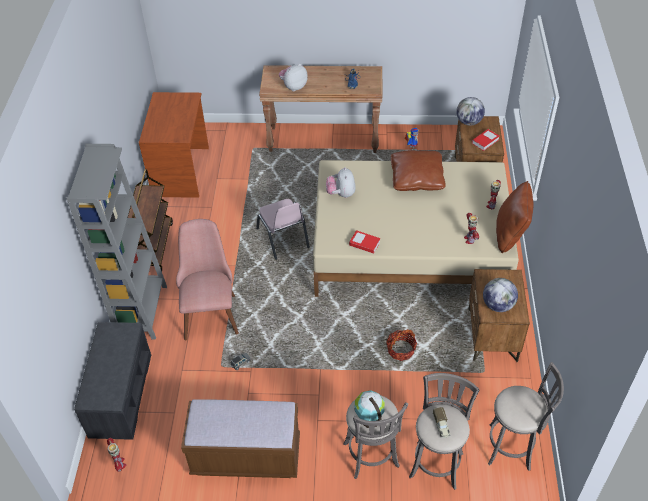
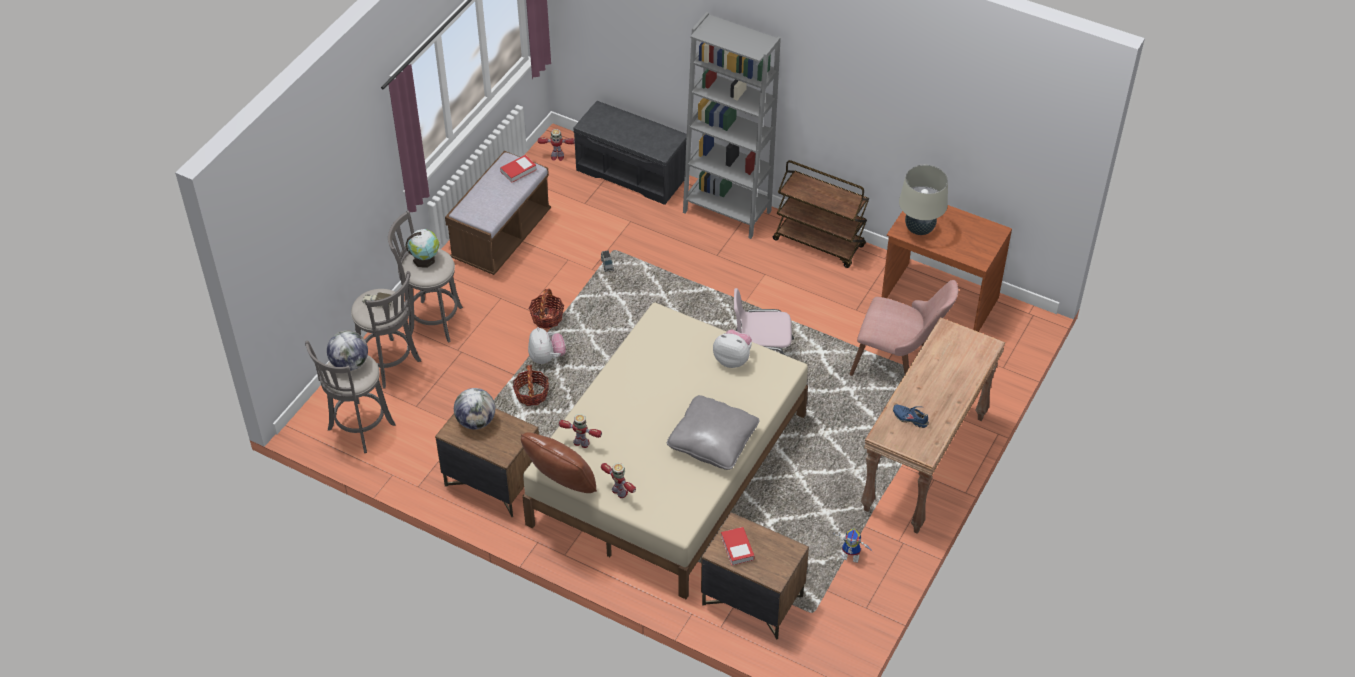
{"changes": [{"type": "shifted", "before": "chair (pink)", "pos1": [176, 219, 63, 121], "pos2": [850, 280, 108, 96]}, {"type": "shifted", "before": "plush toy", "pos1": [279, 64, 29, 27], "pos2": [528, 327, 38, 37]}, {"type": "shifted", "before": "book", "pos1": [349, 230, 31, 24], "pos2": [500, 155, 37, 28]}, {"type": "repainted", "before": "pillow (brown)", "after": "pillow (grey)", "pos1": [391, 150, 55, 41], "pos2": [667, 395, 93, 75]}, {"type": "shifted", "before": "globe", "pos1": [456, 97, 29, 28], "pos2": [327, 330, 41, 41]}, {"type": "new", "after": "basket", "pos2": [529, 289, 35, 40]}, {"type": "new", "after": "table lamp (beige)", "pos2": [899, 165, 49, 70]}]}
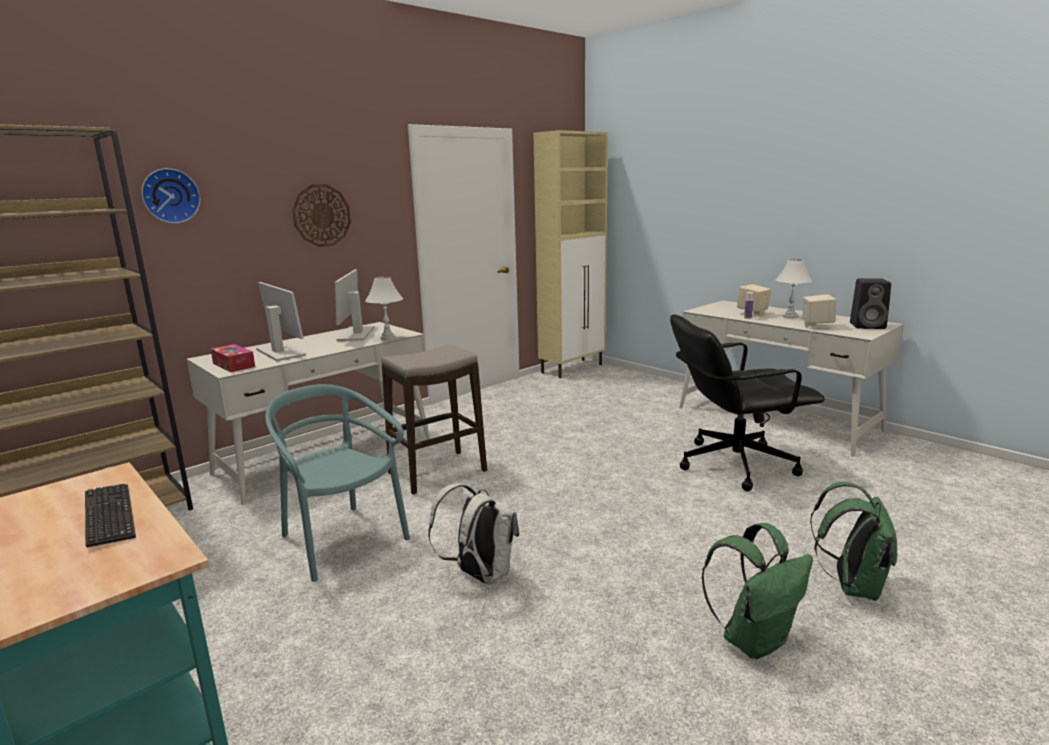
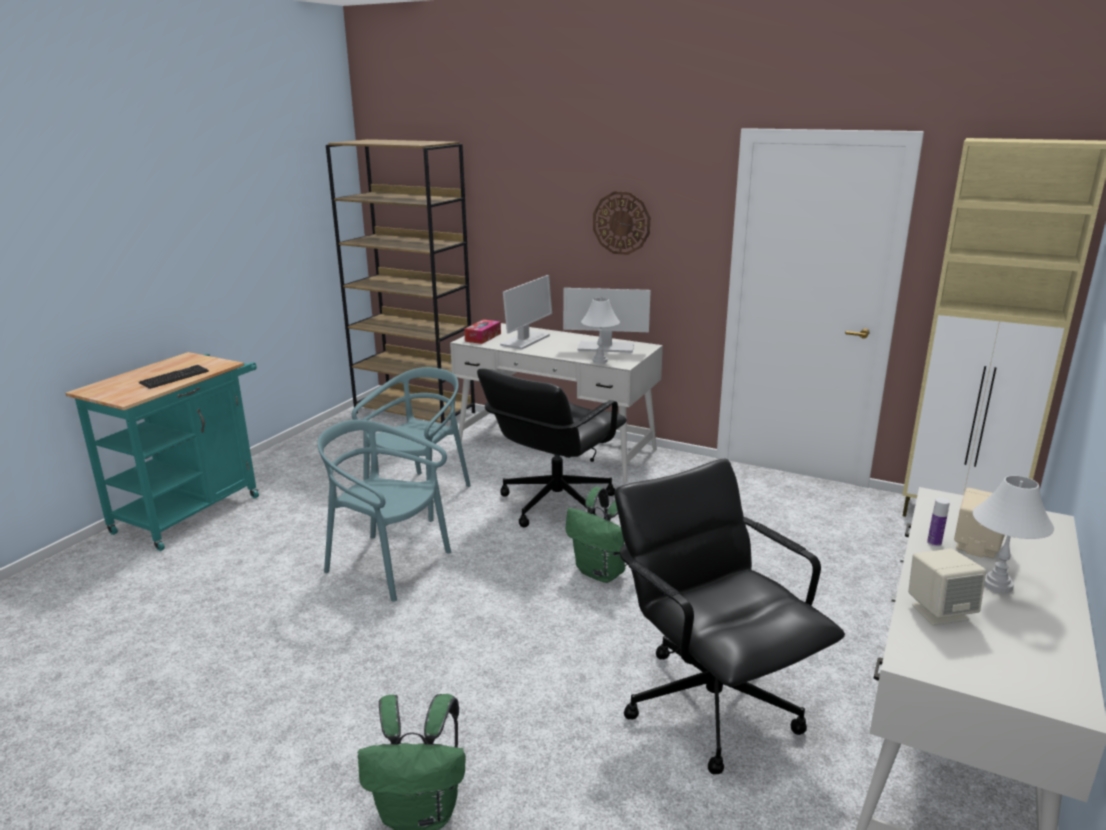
{"changes": [{"type": "gone", "before": "wall clock", "pos1": [141, 168, 59, 56]}, {"type": "rotated", "before": "monitor", "pos1": [335, 269, 39, 72], "pos2": [563, 288, 88, 65], "turn": -150}, {"type": "swapped", "before": "stool", "after": "office chair (black)", "pos1": [382, 345, 105, 149], "pos2": [477, 369, 150, 159]}, {"type": "swapped", "before": "backpack (white)", "after": "chair (turquoise)", "pos1": [428, 484, 91, 101], "pos2": [317, 420, 134, 182]}, {"type": "shifted", "before": "backpack (green)", "pos1": [702, 523, 111, 136], "pos2": [566, 487, 61, 96]}, {"type": "gone", "before": "speaker (black)", "pos1": [850, 278, 41, 51]}]}
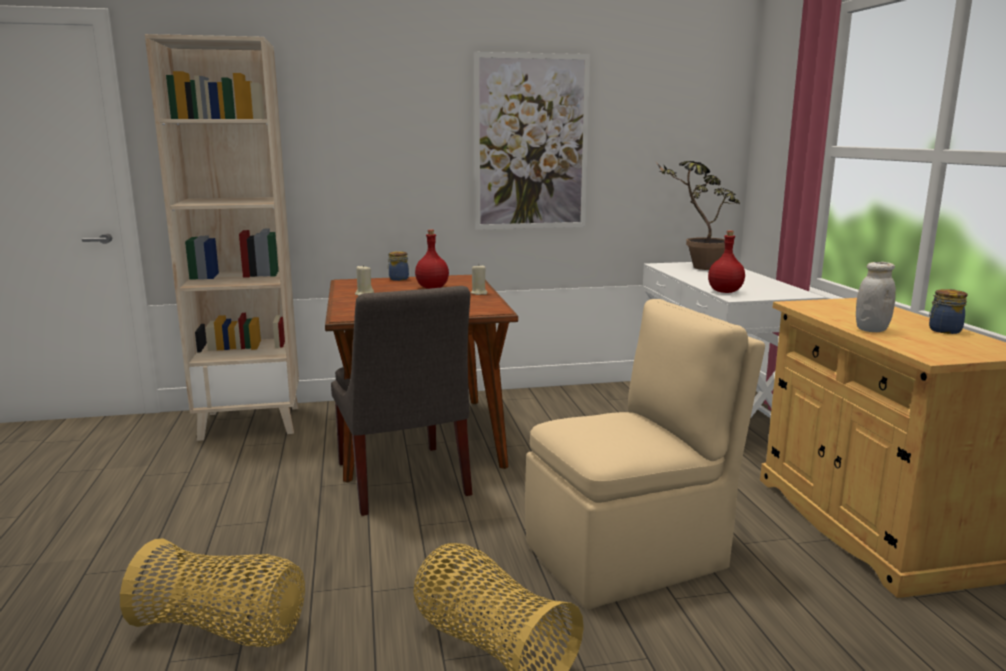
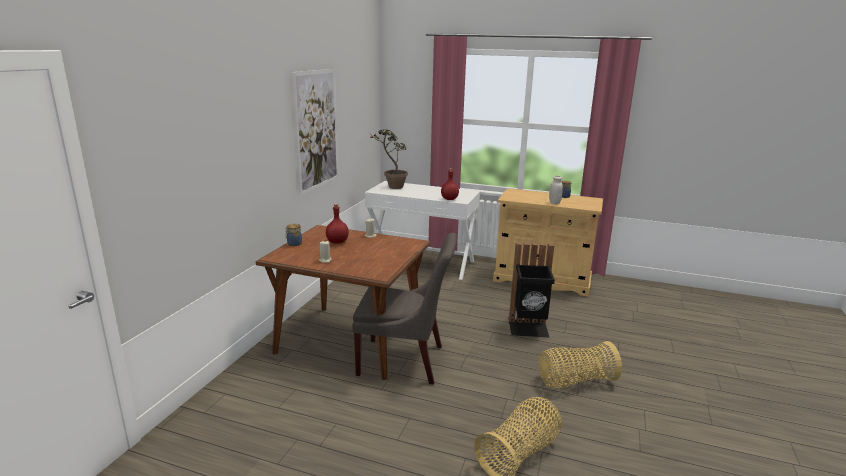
{"changes": [{"type": "gone", "before": "bookcase (beige)", "pos1": [145, 34, 154, 407]}, {"type": "swapped", "before": "chair (beige)", "after": "trash can (black)", "pos1": [525, 299, 240, 310], "pos2": [509, 243, 46, 94]}]}
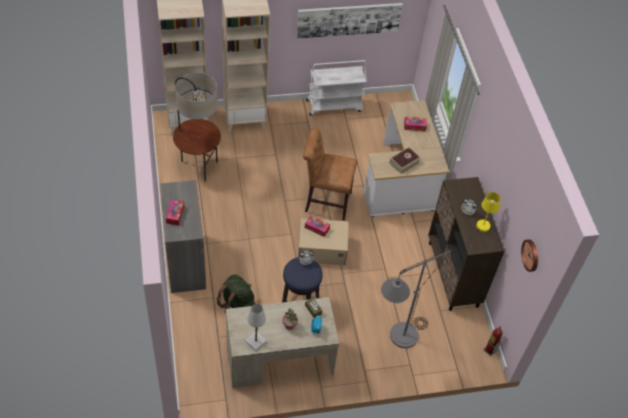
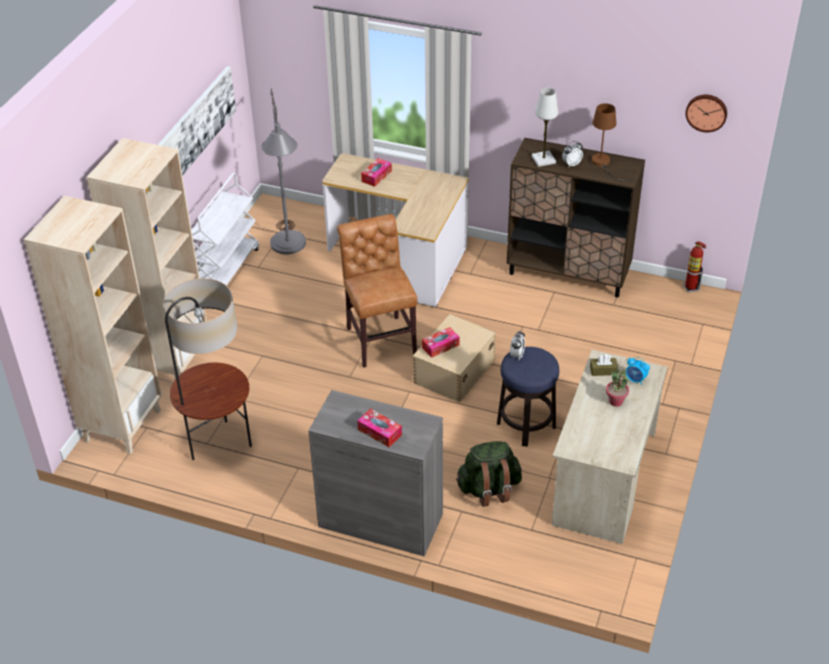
{"changes": [{"type": "shifted", "before": "table lamp (white)", "pos1": [245, 304, 22, 47], "pos2": [532, 88, 26, 79]}, {"type": "rotated", "before": "chair (brown)", "pos1": [303, 128, 54, 93], "pos2": [337, 214, 80, 154], "turn": 120}, {"type": "shifted", "before": "floor lamp (grey)", "pos1": [381, 249, 71, 99], "pos2": [261, 89, 45, 165]}, {"type": "gone", "before": "book", "pos1": [390, 147, 31, 27]}, {"type": "repainted", "before": "table lamp (yellow)", "after": "table lamp (brown)", "pos1": [469, 192, 31, 59], "pos2": [592, 103, 41, 78]}]}
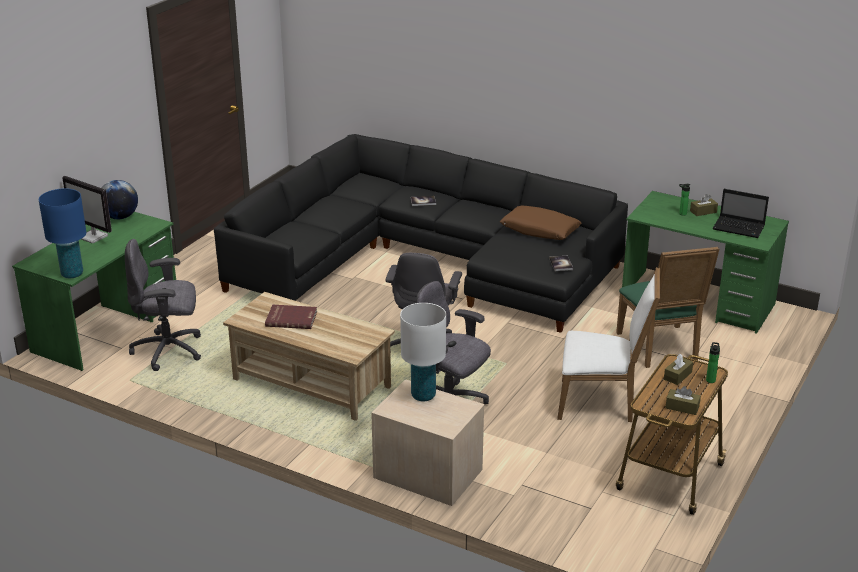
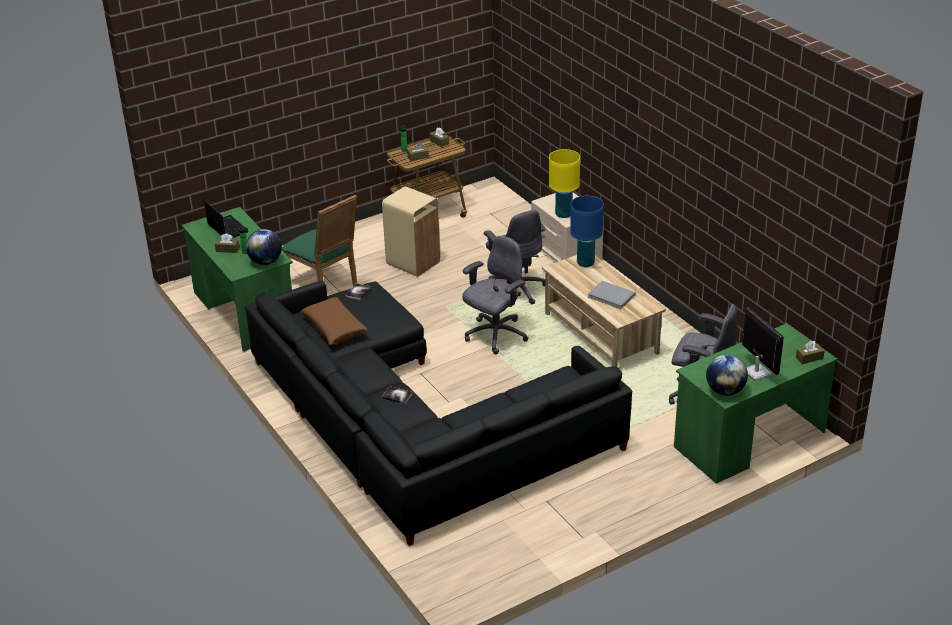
{"changes": [{"type": "shifted", "before": "table lamp (blue)", "pos1": [39, 188, 47, 90], "pos2": [570, 196, 34, 71]}, {"type": "repainted", "before": "book (red)", "after": "book (grey)", "pos1": [265, 305, 52, 24], "pos2": [588, 281, 48, 28]}, {"type": "repainted", "before": "table lamp (white)", "after": "table lamp (yellow)", "pos1": [400, 303, 46, 99], "pos2": [549, 149, 31, 69]}, {"type": "swapped", "before": "chair (white)", "after": "trash can (beige)", "pos1": [557, 267, 103, 155], "pos2": [382, 186, 59, 91]}, {"type": "rotated", "before": "chair (green)", "pos1": [616, 247, 104, 121], "pos2": [282, 195, 75, 91], "turn": 120}, {"type": "new", "after": "globe", "pos2": [246, 229, 36, 36]}, {"type": "new", "after": "tissue box (brown)", "pos2": [796, 341, 29, 23]}]}
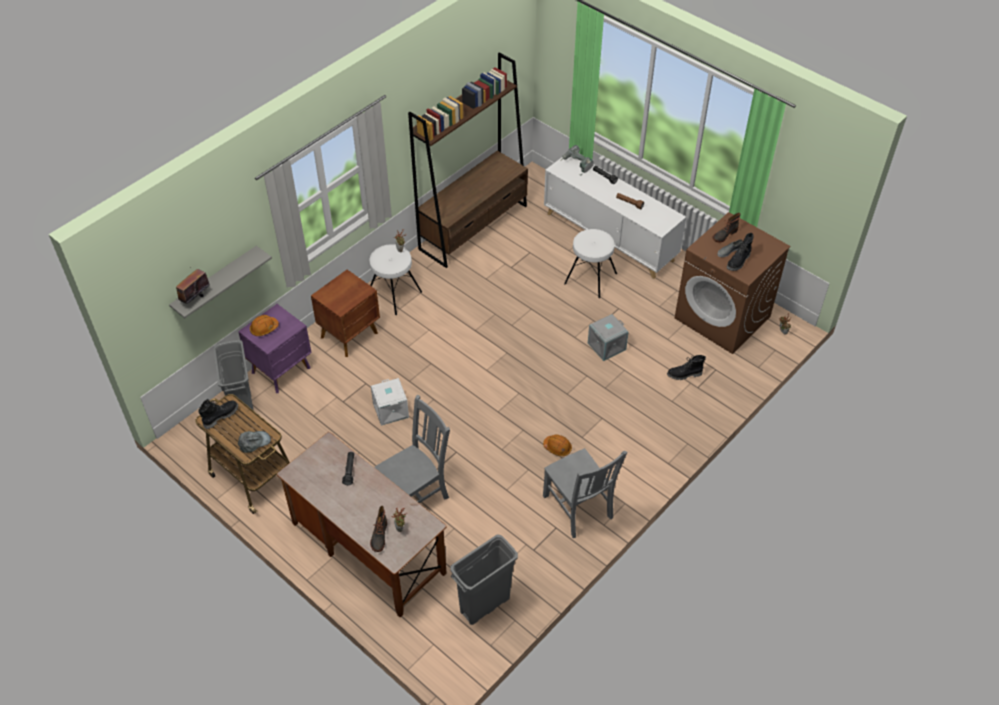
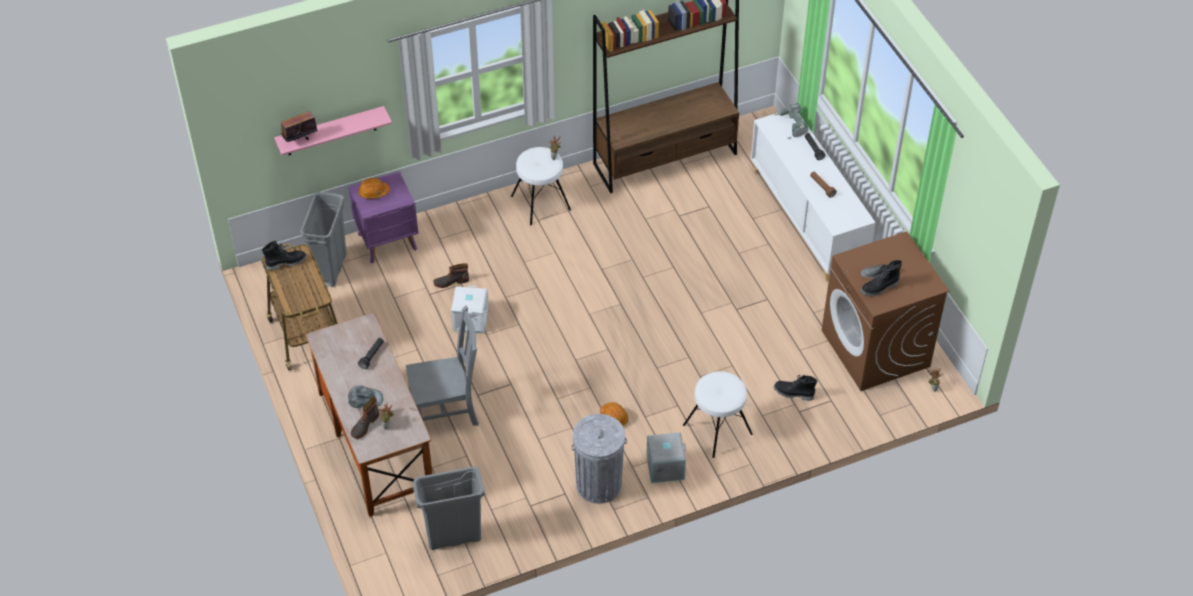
{"changes": [{"type": "repainted", "before": "shelf (grey)", "after": "shelf (pink)", "pos1": [169, 246, 103, 72], "pos2": [274, 106, 118, 49]}, {"type": "shifted", "before": "cap (grey)", "pos1": [238, 431, 33, 22], "pos2": [348, 385, 35, 23]}, {"type": "gone", "before": "nightstand (brown)", "pos1": [311, 270, 69, 87]}, {"type": "swapped", "before": "chair (grey)", "after": "trash can (grey)", "pos1": [543, 448, 85, 90], "pos2": [571, 414, 56, 90]}, {"type": "shifted", "before": "stool (white)", "pos1": [564, 229, 53, 69], "pos2": [683, 371, 70, 87]}, {"type": "shifted", "before": "storage box (grey)", "pos1": [588, 314, 41, 47], "pos2": [646, 432, 40, 51]}, {"type": "shifted", "before": "boot", "pos1": [713, 213, 28, 30], "pos2": [433, 263, 36, 25]}]}
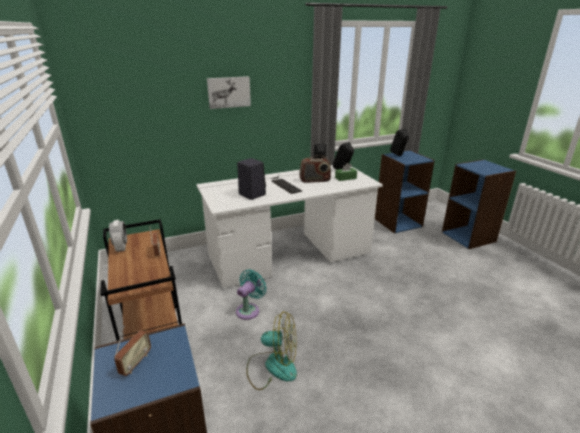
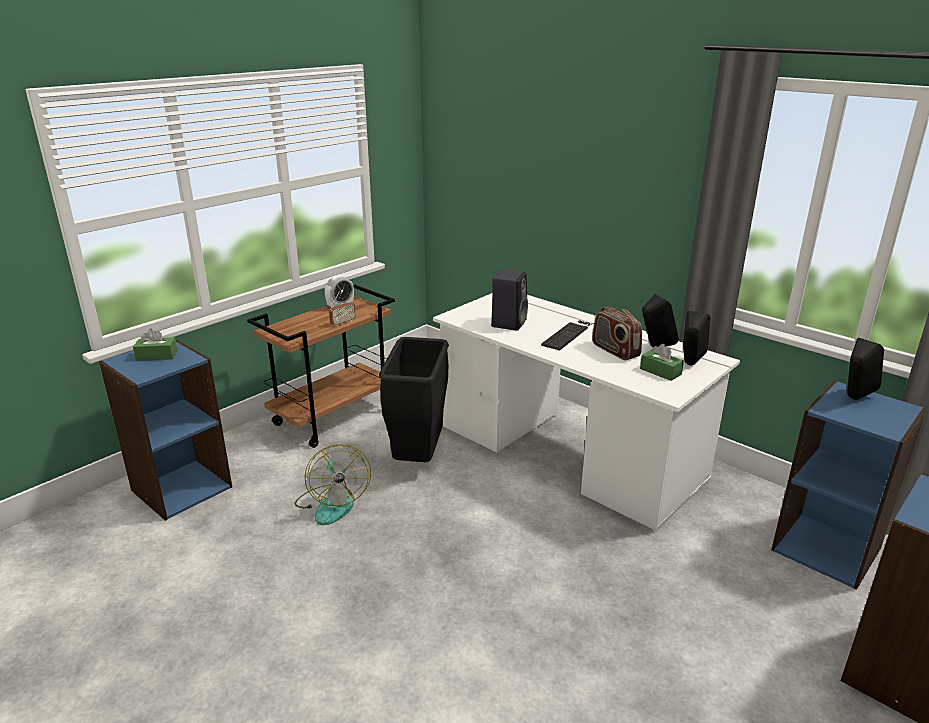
{"changes": [{"type": "swapped", "before": "radio", "after": "tissue box (green)", "pos1": [114, 325, 37, 51], "pos2": [133, 328, 45, 33]}, {"type": "gone", "before": "picture", "pos1": [207, 76, 44, 33]}, {"type": "swapped", "before": "fan (turquoise)", "after": "trash can (black)", "pos1": [236, 269, 31, 51], "pos2": [379, 337, 70, 125]}]}
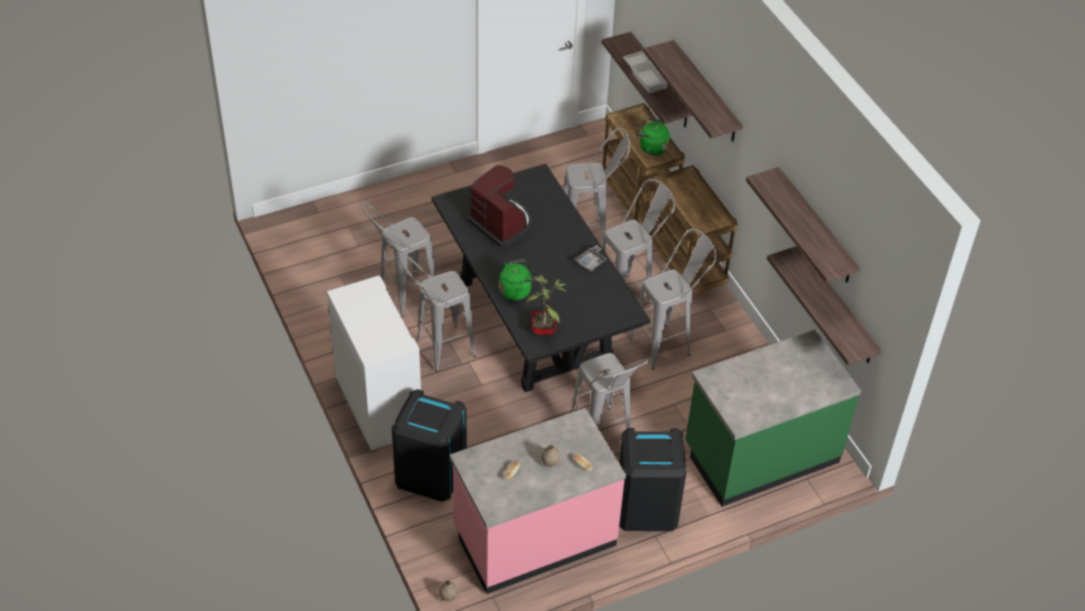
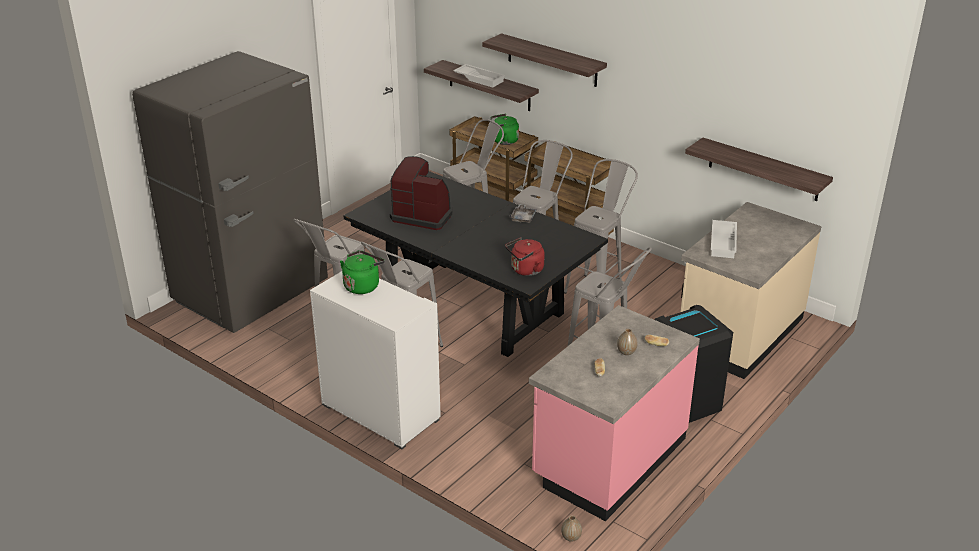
{"changes": [{"type": "gone", "before": "trash can (black)", "pos1": [392, 389, 75, 113]}, {"type": "shifted", "before": "kettle (green)", "pos1": [499, 259, 38, 42], "pos2": [340, 250, 45, 44]}, {"type": "swapped", "before": "potted plant", "after": "kettle (red)", "pos1": [526, 275, 40, 60], "pos2": [505, 237, 40, 39]}, {"type": "repainted", "before": "counter (green)", "after": "counter (beige)", "pos1": [685, 330, 176, 177], "pos2": [681, 202, 140, 177]}, {"type": "gone", "before": "shelf", "pos1": [746, 167, 114, 116]}, {"type": "new", "after": "fridge (grey)", "pos2": [132, 51, 196, 282]}, {"type": "new", "after": "tray (white)", "pos2": [711, 220, 26, 38]}]}
